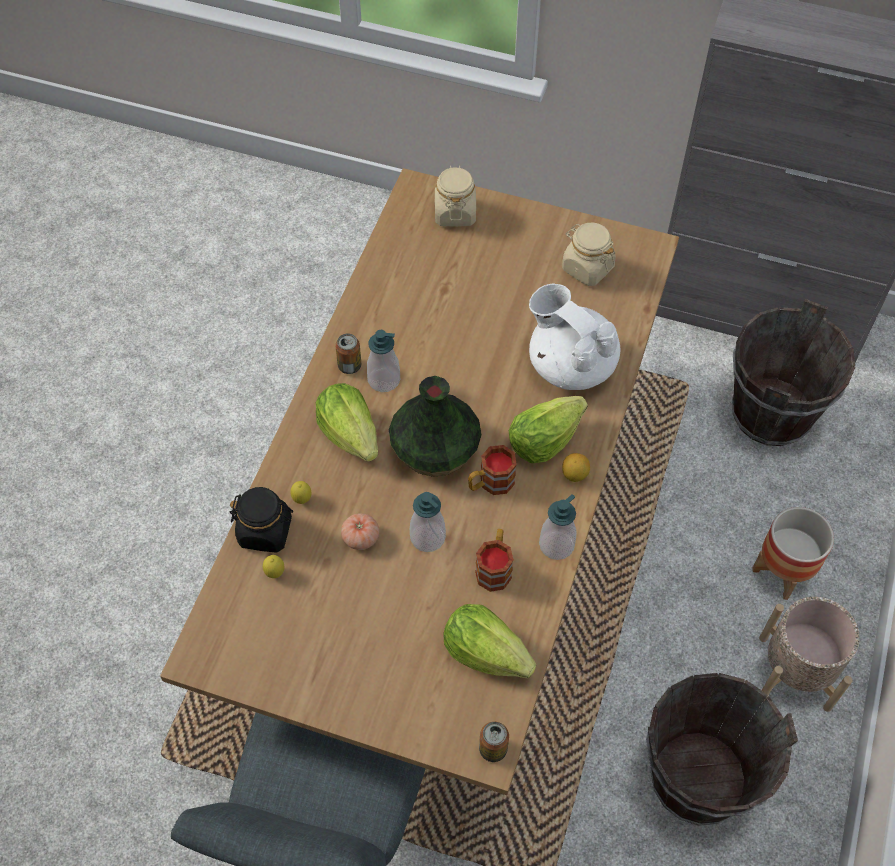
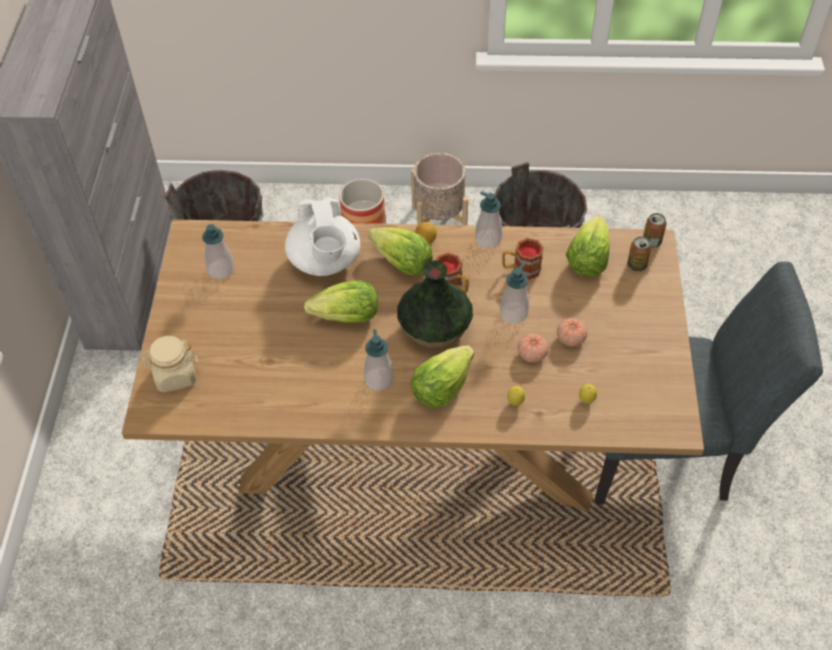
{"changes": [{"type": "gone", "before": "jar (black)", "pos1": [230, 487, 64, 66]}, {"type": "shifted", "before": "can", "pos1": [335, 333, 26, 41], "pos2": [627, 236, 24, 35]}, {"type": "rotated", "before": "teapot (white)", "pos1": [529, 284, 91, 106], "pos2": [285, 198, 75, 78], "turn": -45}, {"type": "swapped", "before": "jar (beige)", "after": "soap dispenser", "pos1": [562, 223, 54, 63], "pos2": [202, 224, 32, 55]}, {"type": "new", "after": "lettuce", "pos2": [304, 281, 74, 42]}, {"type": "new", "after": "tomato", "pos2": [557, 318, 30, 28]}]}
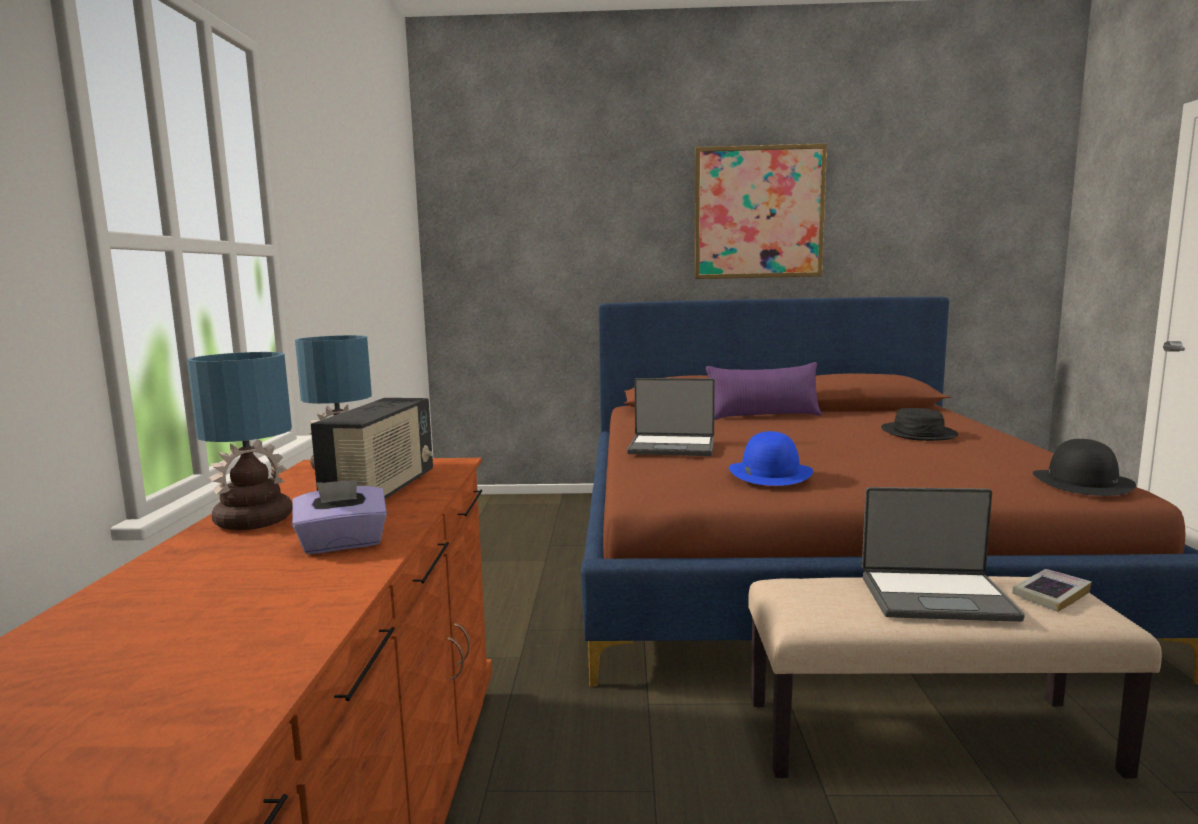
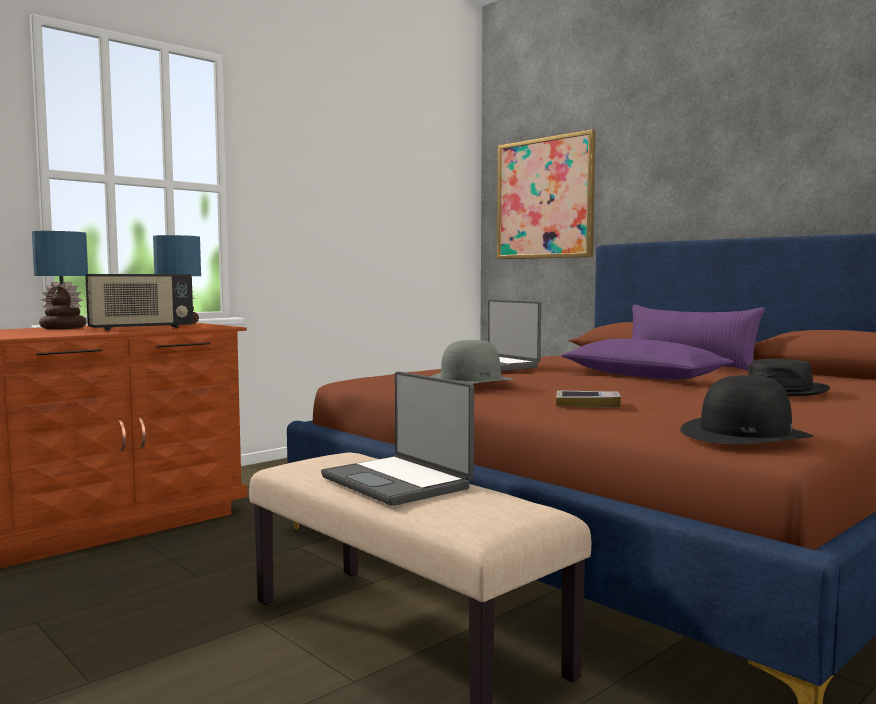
{"changes": [{"type": "gone", "before": "tissue box (purple)", "pos1": [292, 479, 95, 75]}, {"type": "shifted", "before": "picture", "pos1": [694, 143, 133, 136], "pos2": [497, 129, 99, 130]}, {"type": "repainted", "before": "hat (blue)", "after": "hat (grey)", "pos1": [729, 431, 84, 55], "pos2": [431, 340, 83, 44]}, {"type": "shifted", "before": "book", "pos1": [1012, 569, 80, 43], "pos2": [556, 390, 65, 18]}, {"type": "new", "after": "pillow (purple)", "pos2": [561, 339, 173, 41]}]}
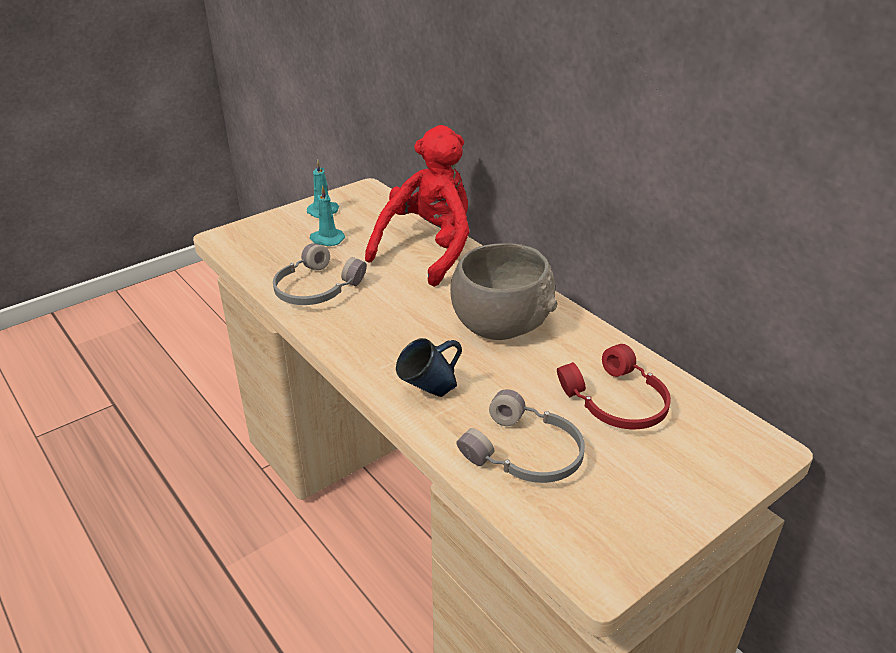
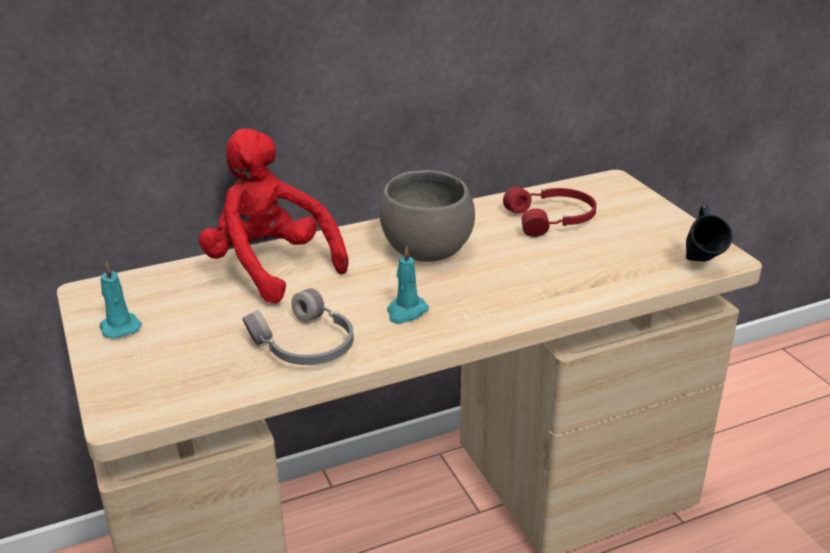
{"changes": [{"type": "shifted", "before": "candle (turquoise)", "pos1": [310, 185, 35, 61], "pos2": [387, 246, 42, 78]}, {"type": "shifted", "before": "mug (blue)", "pos1": [396, 338, 66, 59], "pos2": [686, 205, 47, 56]}, {"type": "gone", "before": "headphones (grey)", "pos1": [456, 389, 129, 94]}]}
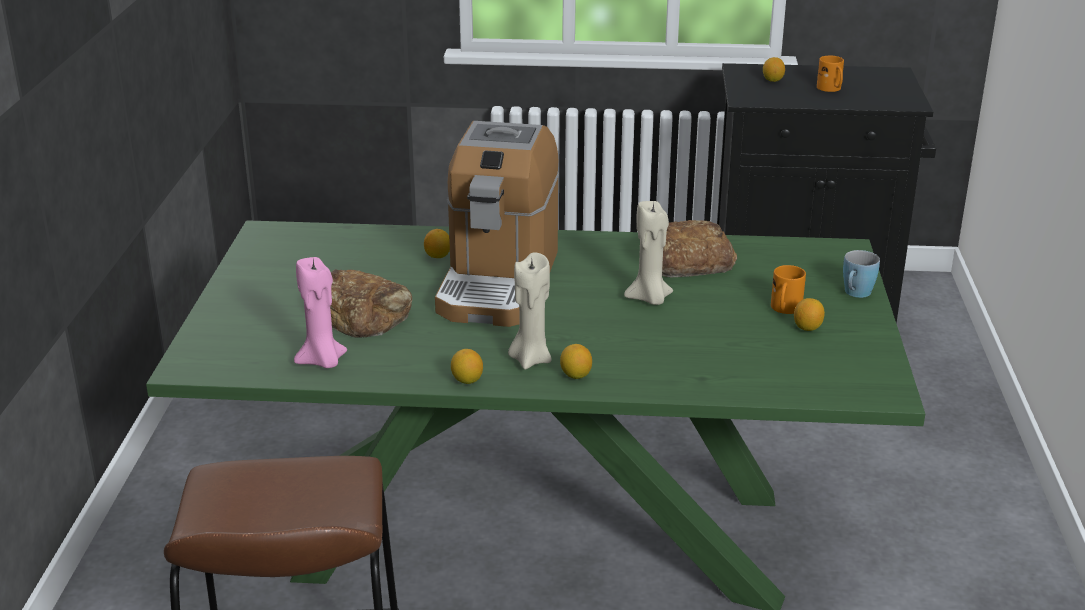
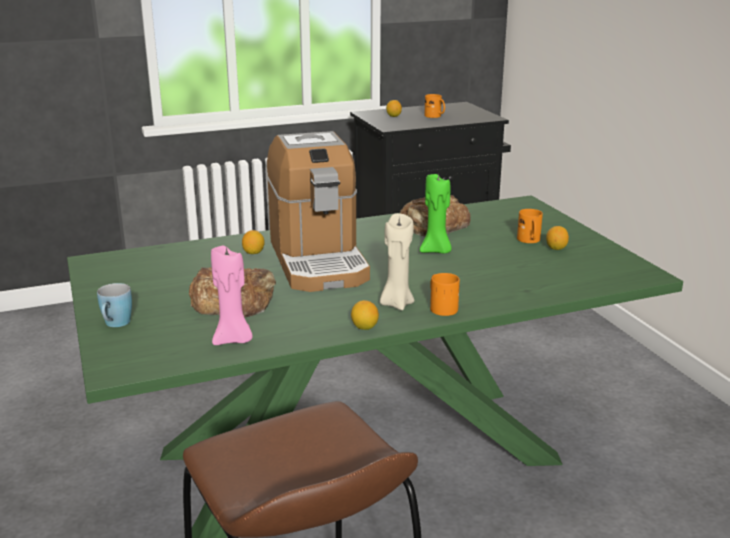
{"changes": [{"type": "swapped", "before": "lemon", "after": "mug (orange)", "pos1": [560, 344, 32, 35], "pos2": [430, 273, 30, 43]}, {"type": "repainted", "before": "candle (beige)", "after": "candle (green)", "pos1": [624, 201, 49, 104], "pos2": [420, 174, 31, 80]}, {"type": "shifted", "before": "mug (blue)", "pos1": [843, 250, 37, 48], "pos2": [97, 283, 35, 44]}]}
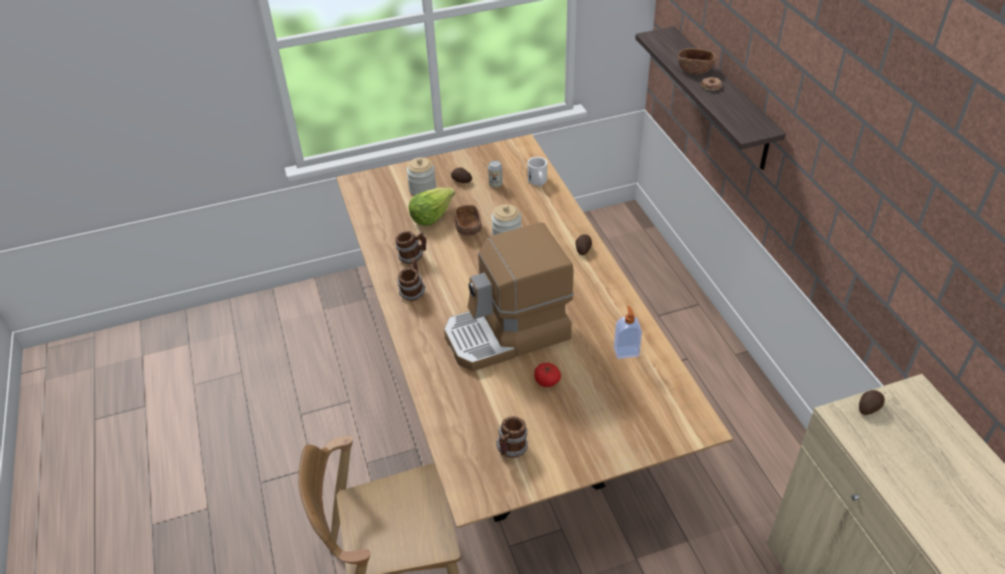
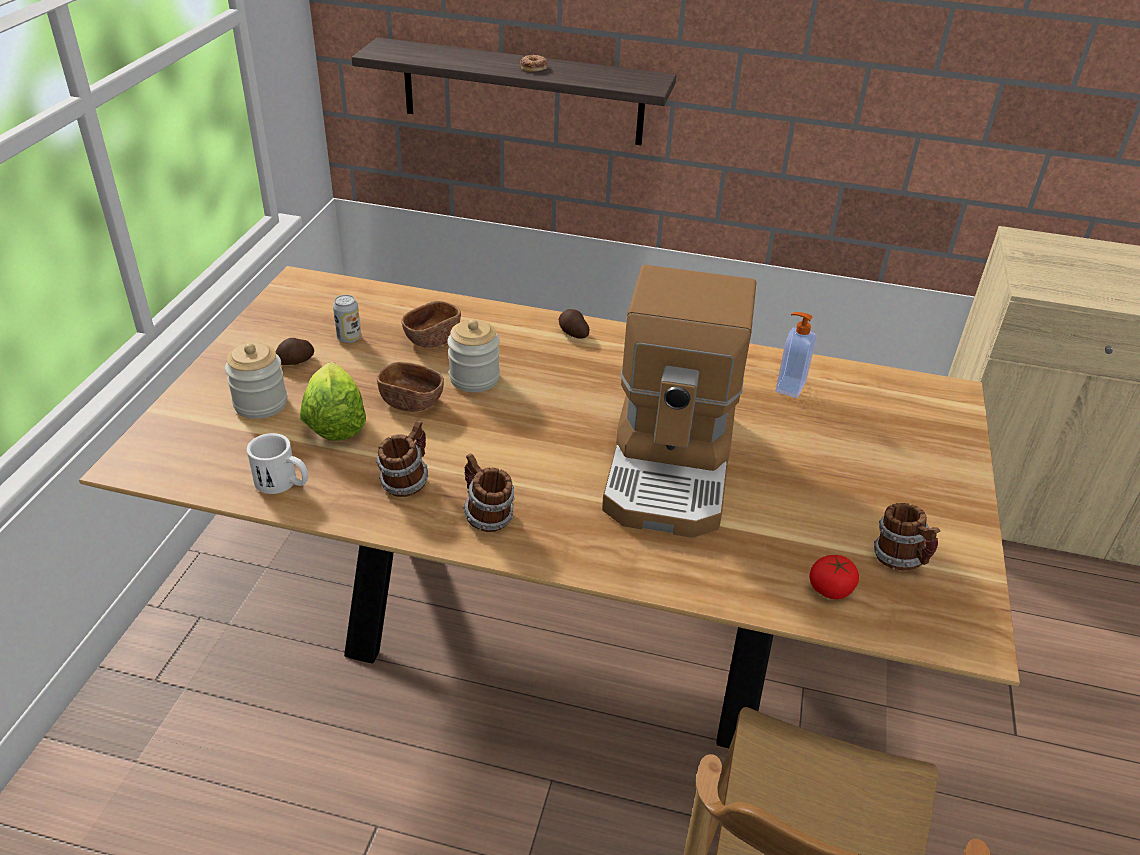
{"changes": [{"type": "shifted", "before": "mug (white)", "pos1": [528, 157, 19, 29], "pos2": [247, 433, 61, 61]}, {"type": "shifted", "before": "tomato", "pos1": [534, 363, 27, 24], "pos2": [810, 555, 49, 44]}, {"type": "shifted", "before": "bowl (brown)", "pos1": [678, 48, 38, 26], "pos2": [401, 301, 60, 47]}, {"type": "gone", "before": "potato", "pos1": [859, 390, 26, 25]}]}
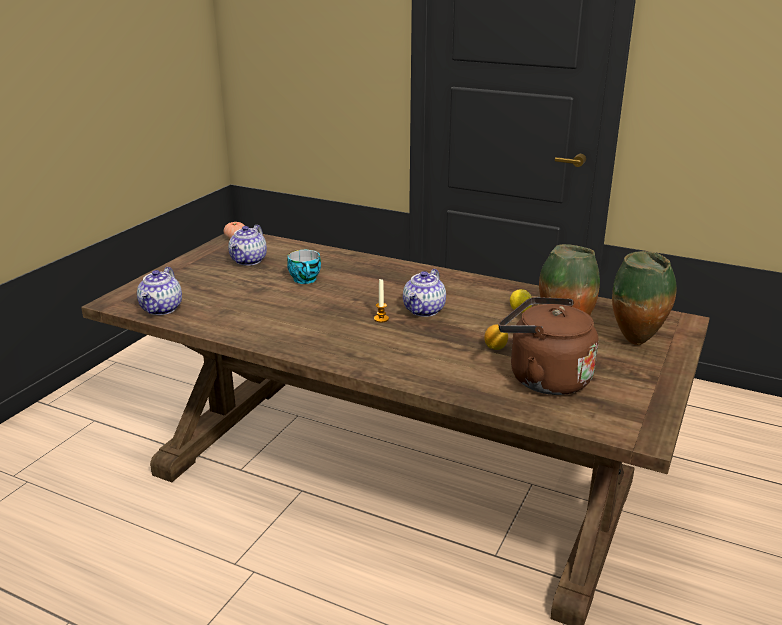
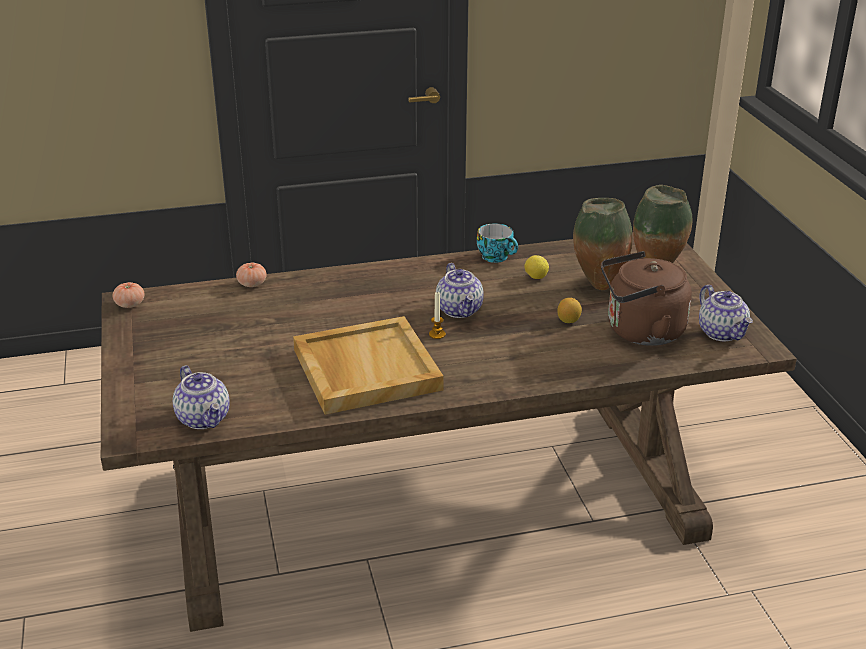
{"changes": [{"type": "shifted", "before": "teapot", "pos1": [228, 225, 39, 41], "pos2": [699, 285, 54, 56]}, {"type": "shifted", "before": "cup", "pos1": [287, 250, 34, 34], "pos2": [477, 223, 41, 40]}, {"type": "new", "after": "tomato", "pos2": [236, 263, 31, 24]}, {"type": "new", "after": "tray (beige)", "pos2": [293, 316, 151, 99]}]}
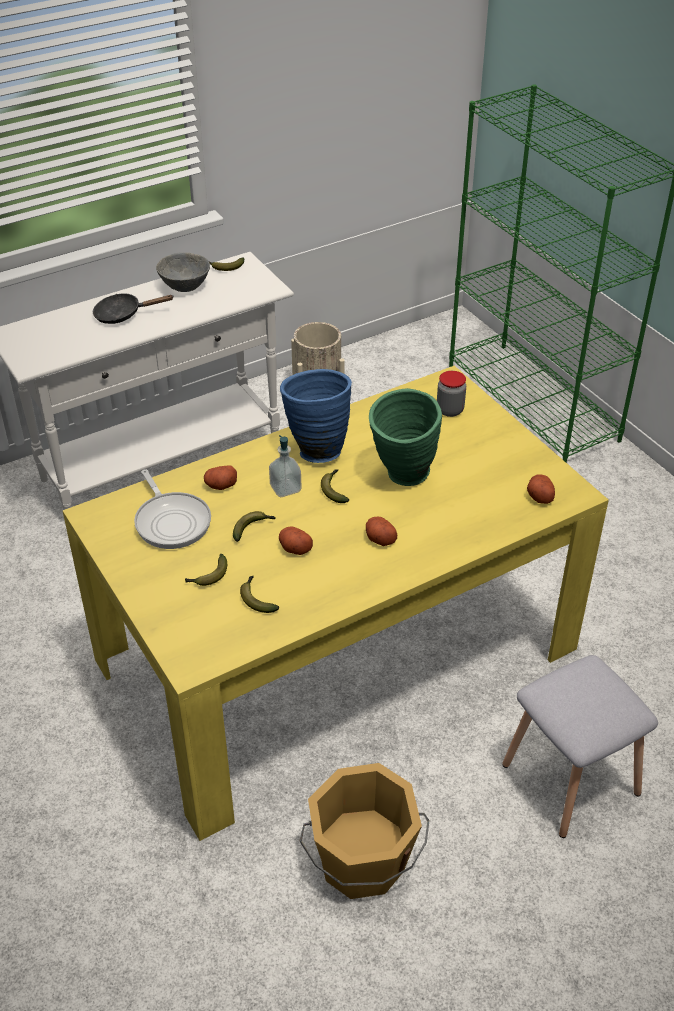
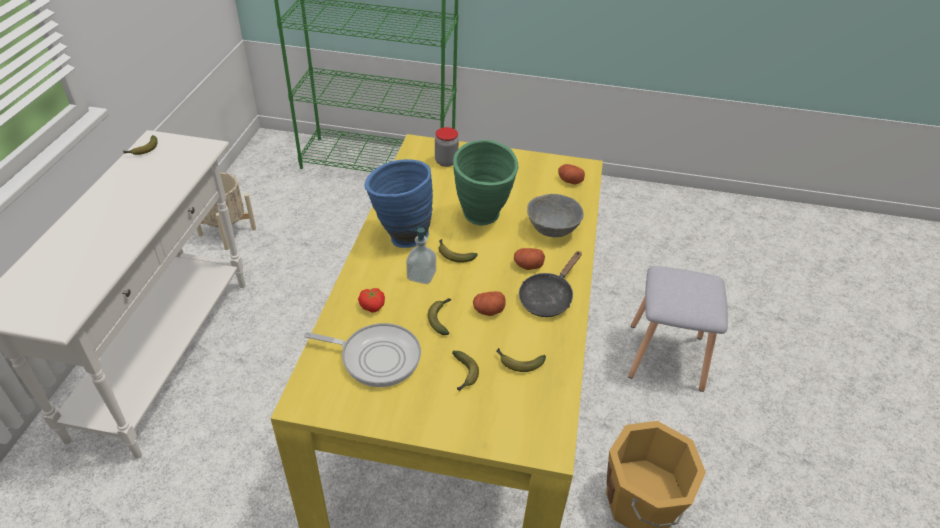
{"changes": [{"type": "shifted", "before": "frying pan (black)", "pos1": [93, 294, 80, 30], "pos2": [519, 251, 63, 66]}, {"type": "shifted", "before": "bowl (grey)", "pos1": [156, 252, 54, 40], "pos2": [527, 194, 57, 43]}, {"type": "swapped", "before": "potato", "after": "tomato", "pos1": [204, 466, 33, 24], "pos2": [358, 288, 27, 24]}]}
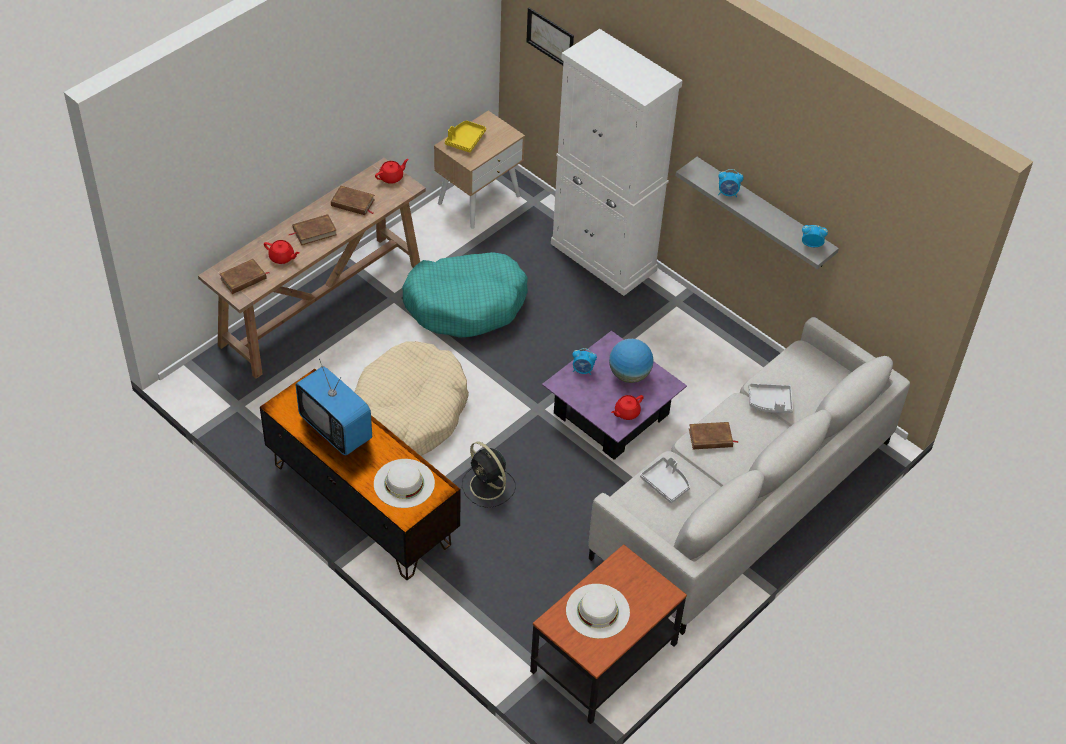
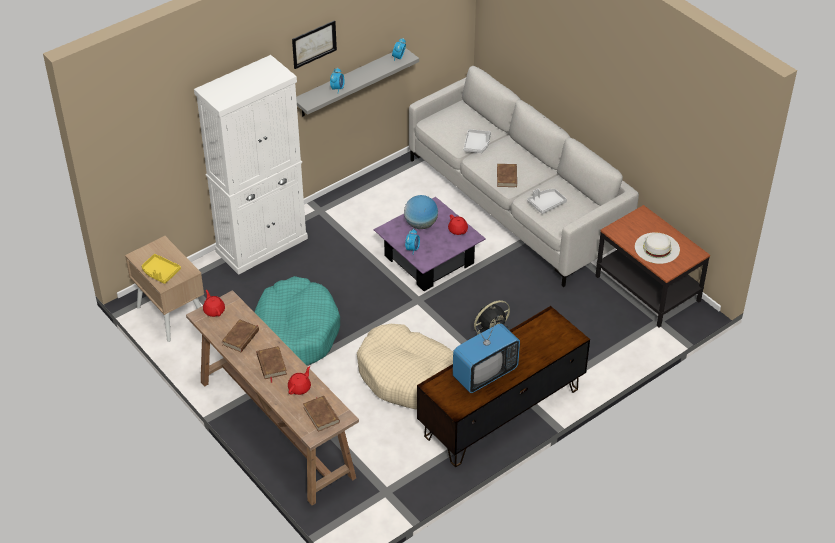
{"changes": [{"type": "gone", "before": "hat (white)", "pos1": [374, 459, 61, 49]}, {"type": "shifted", "before": "picture", "pos1": [526, 8, 48, 57], "pos2": [292, 20, 45, 49]}]}
